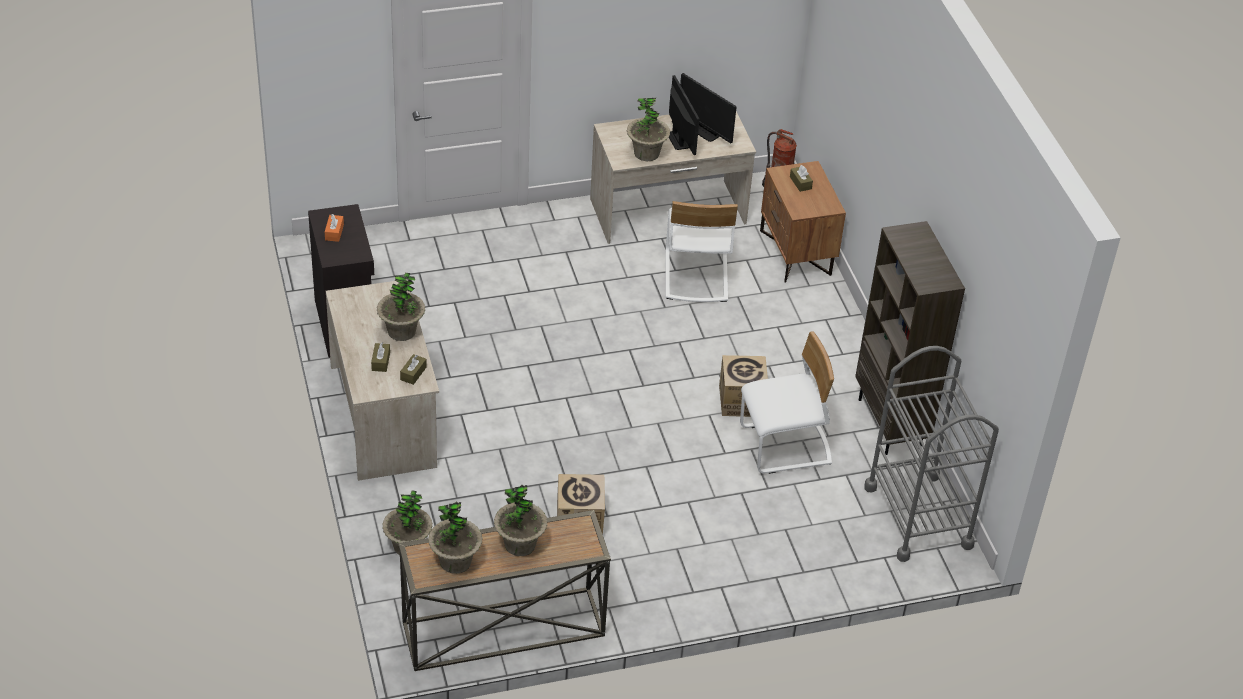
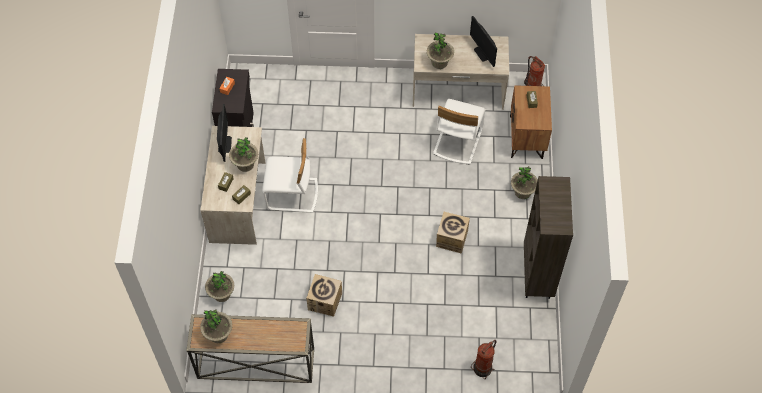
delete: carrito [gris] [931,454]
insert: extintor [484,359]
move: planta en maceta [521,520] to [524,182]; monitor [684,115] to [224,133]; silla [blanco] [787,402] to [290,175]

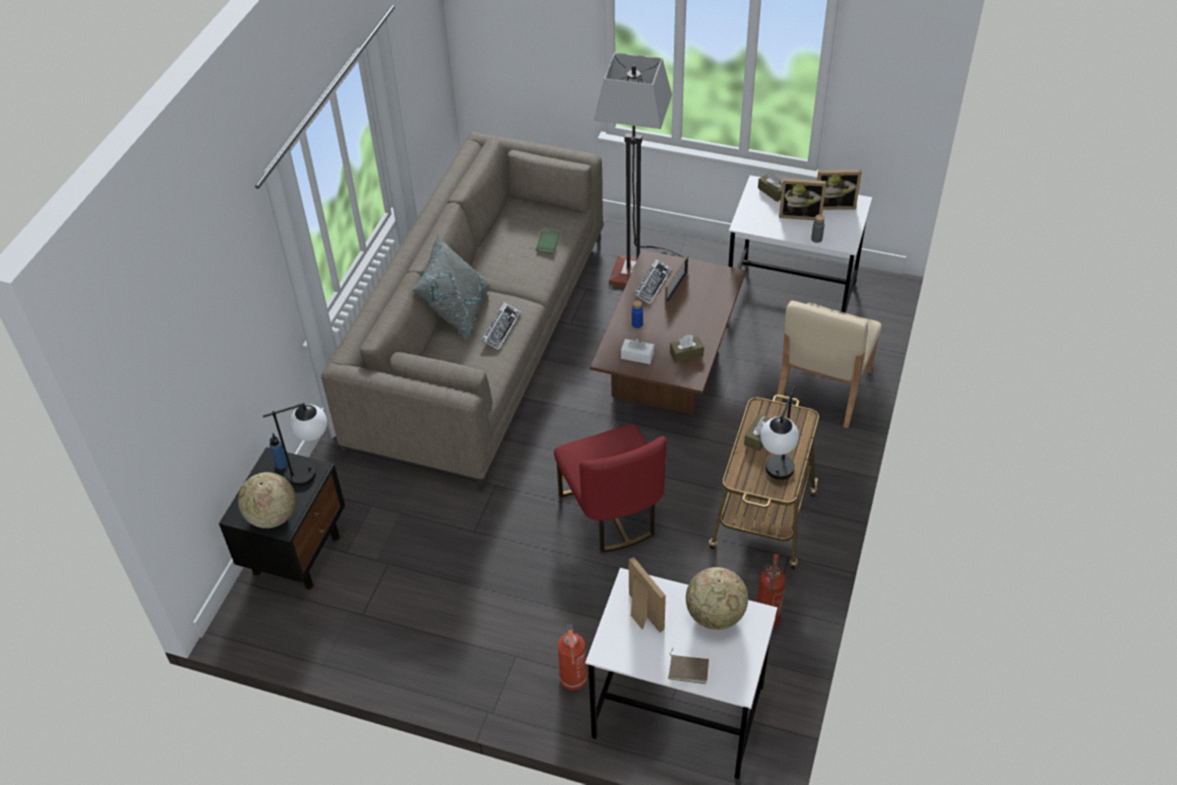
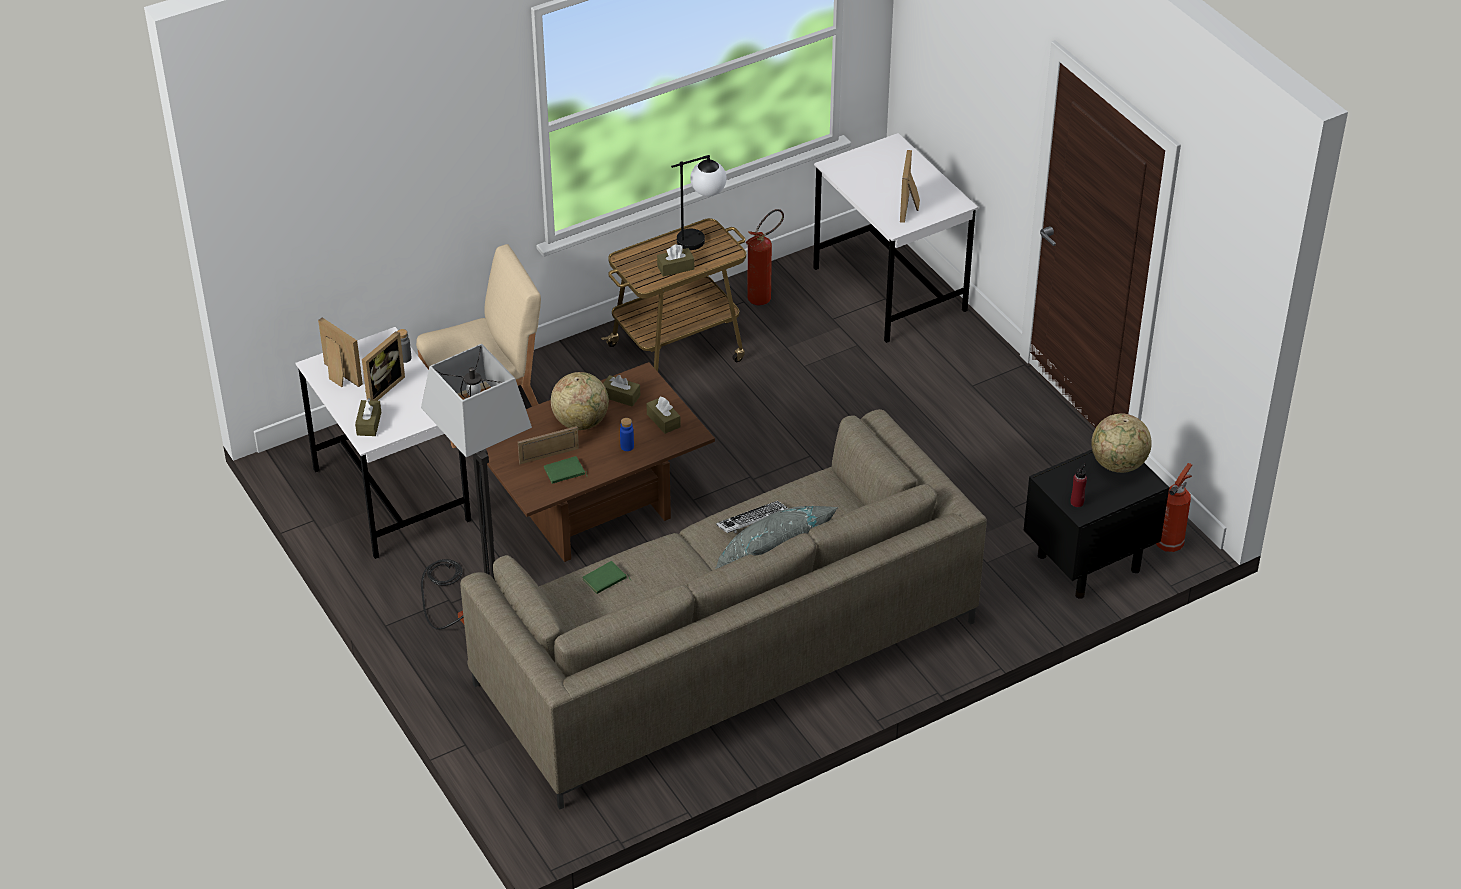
delete: lámpara de mesa [295,444]; silla [rojo] [610,488]; libro [marrón] [688,666]
move: extintor [573,657] to [1174,507]; globo terráqueo [717,598] to [580,401]
replace: teclado [652,282] to libro [verde] [565,470]
recolor: botella [azul] [279,451] to botella [rojo] [1079,485]; caja de pañuelos [blanco] [637,351] to caja de pañuelos [marrón] [663,415]
rotate: portarretratos [802,199] = [383,366] 75 degrees clockwise

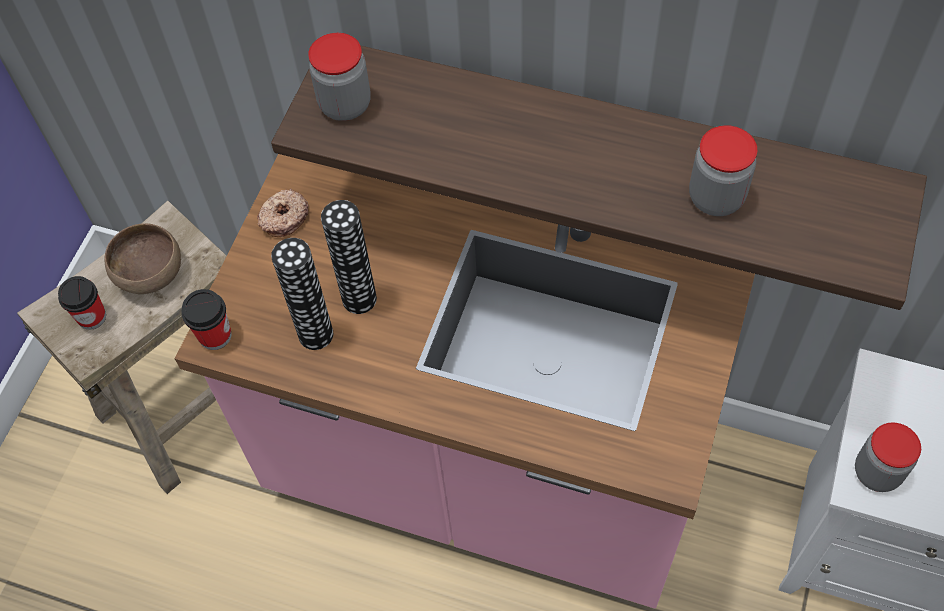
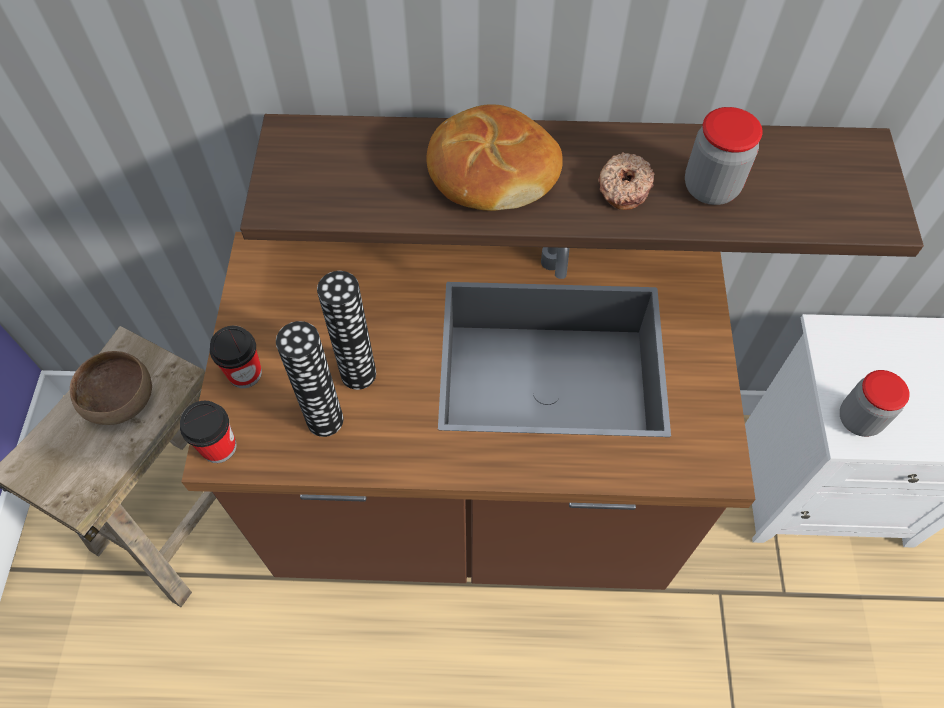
delete: tarro [339,77]
insert: pan [495,158]
move: taza [82,303] to [236,357]; rosquilla [283,212] to [626,181]
recolor: mueble bajo de cocina [rosa] [465,381] to mueble bajo de cocina [marrón] [468,411]

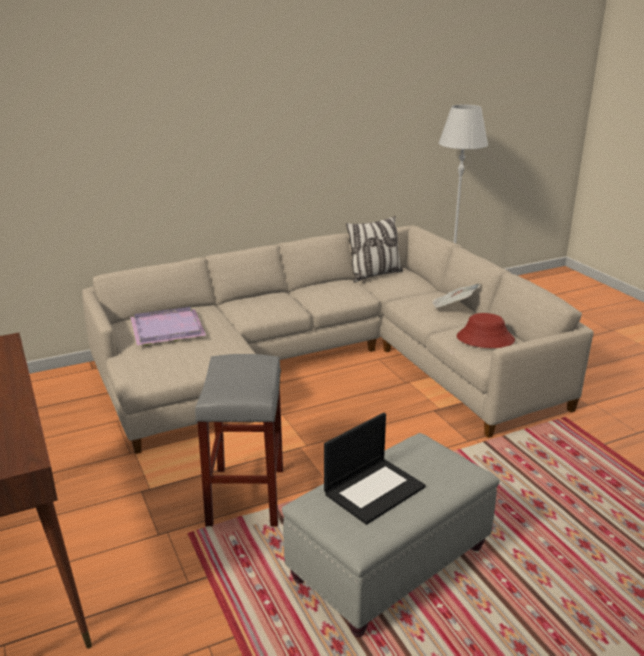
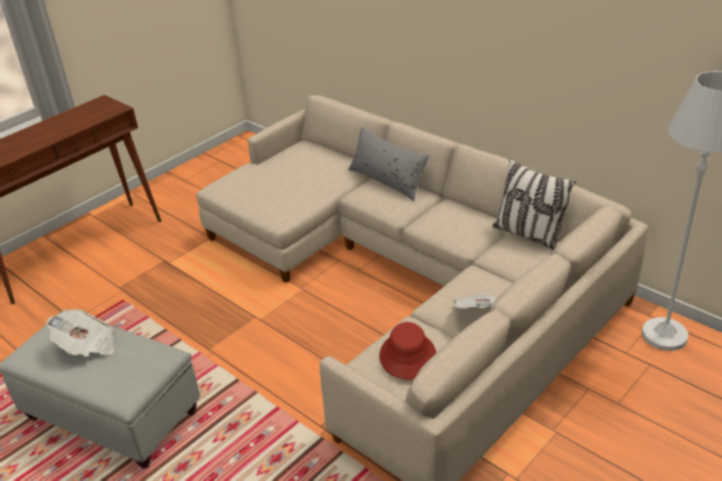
delete: bandeja [morado] [168,326]; taburete [gris] [239,440]
insert: cojín [gris] [388,164]
replace: portátil [375,468] to periódico [80,333]

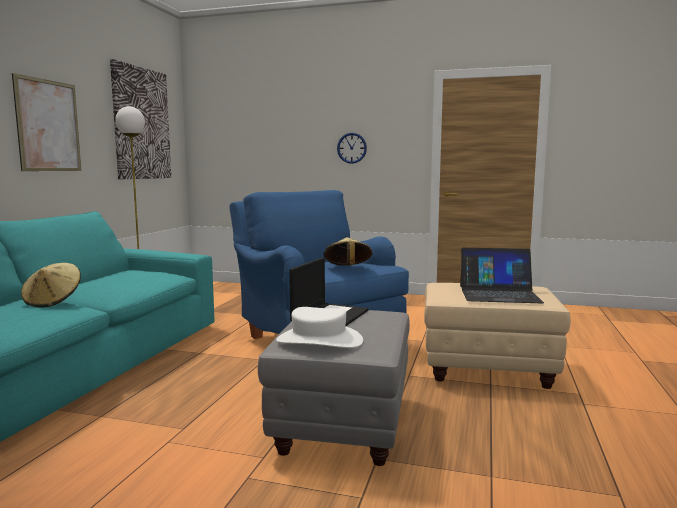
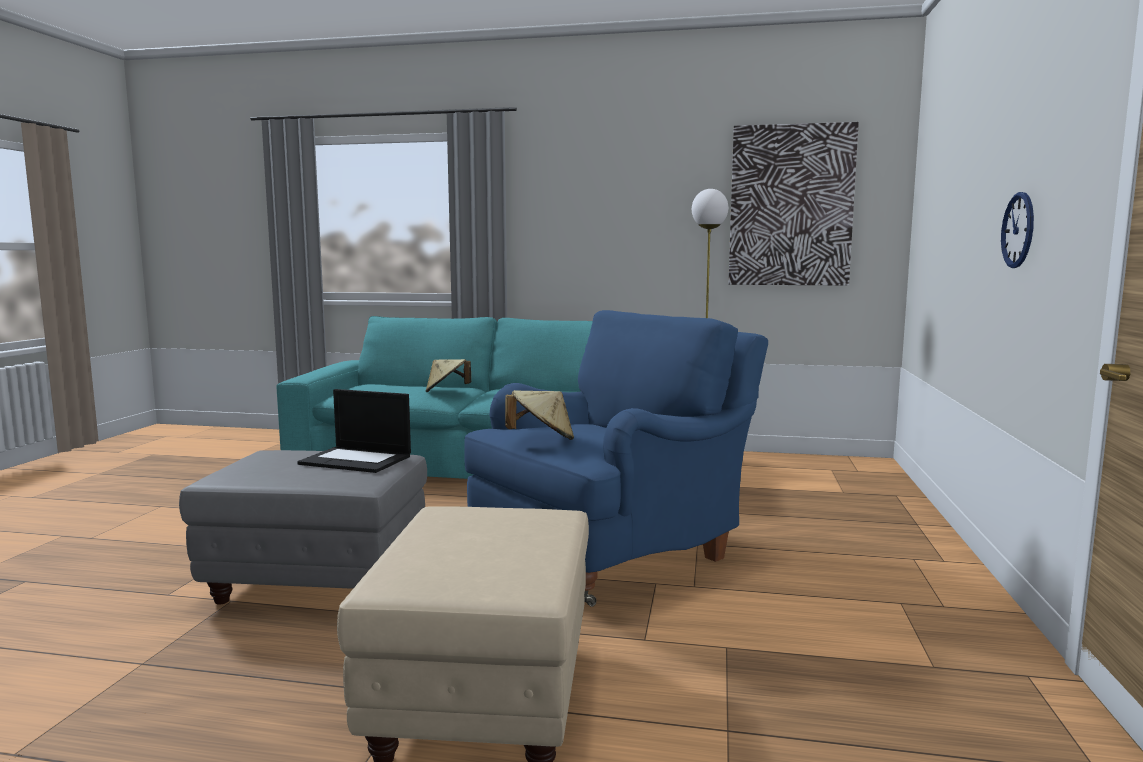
delete: cuadro [46,122]; sombrero [blanco] [319,327]; portátil [502,275]

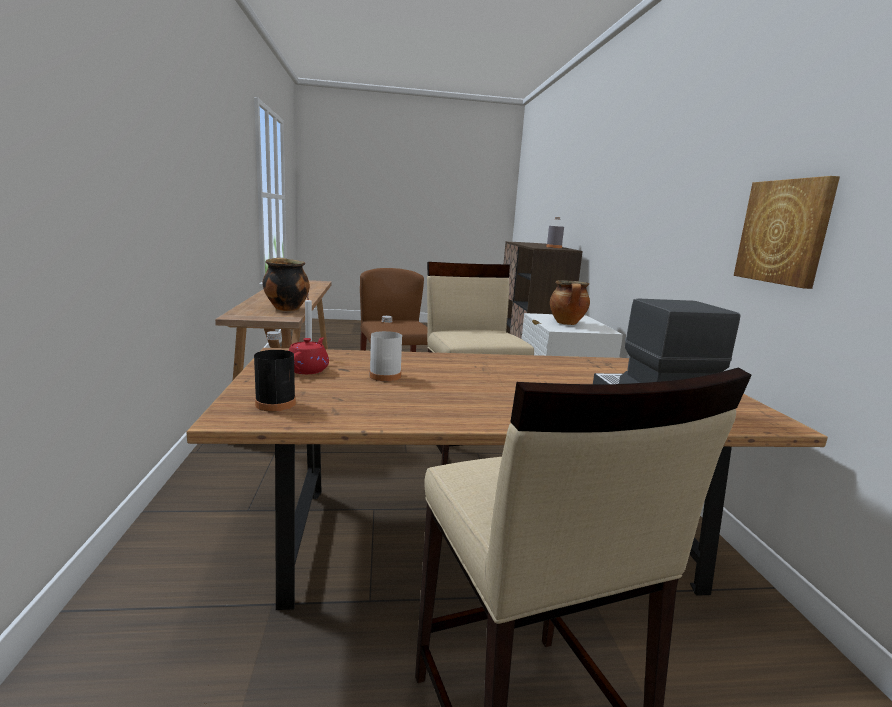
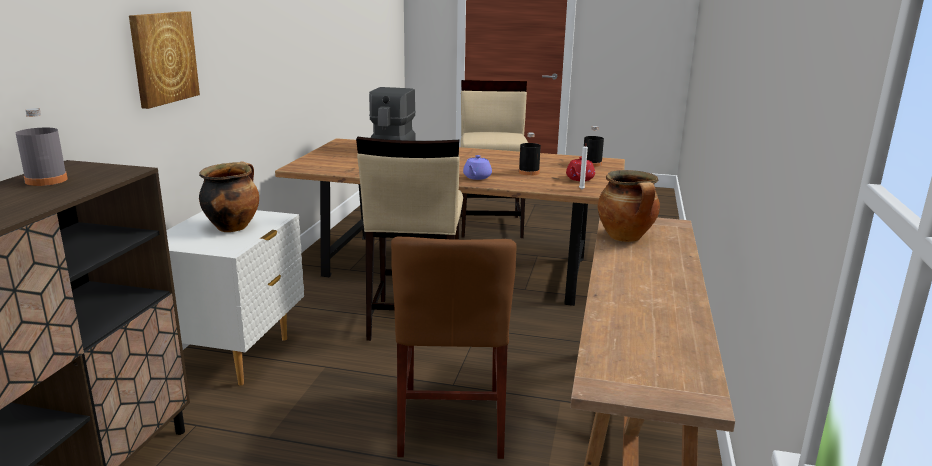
insert: tetera [morado] [477,167]
move: cuadro [787,232] to [164,60]
recolor: botella [blanco] [385,348] to botella [negro] [530,154]

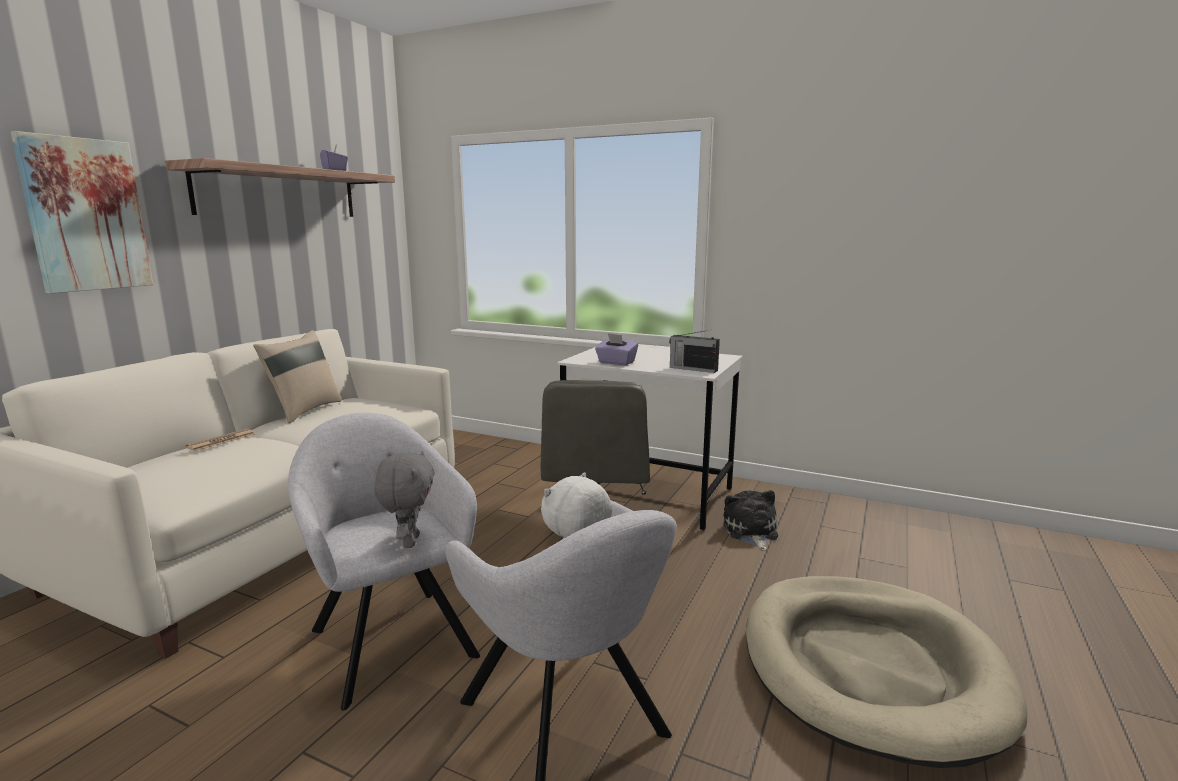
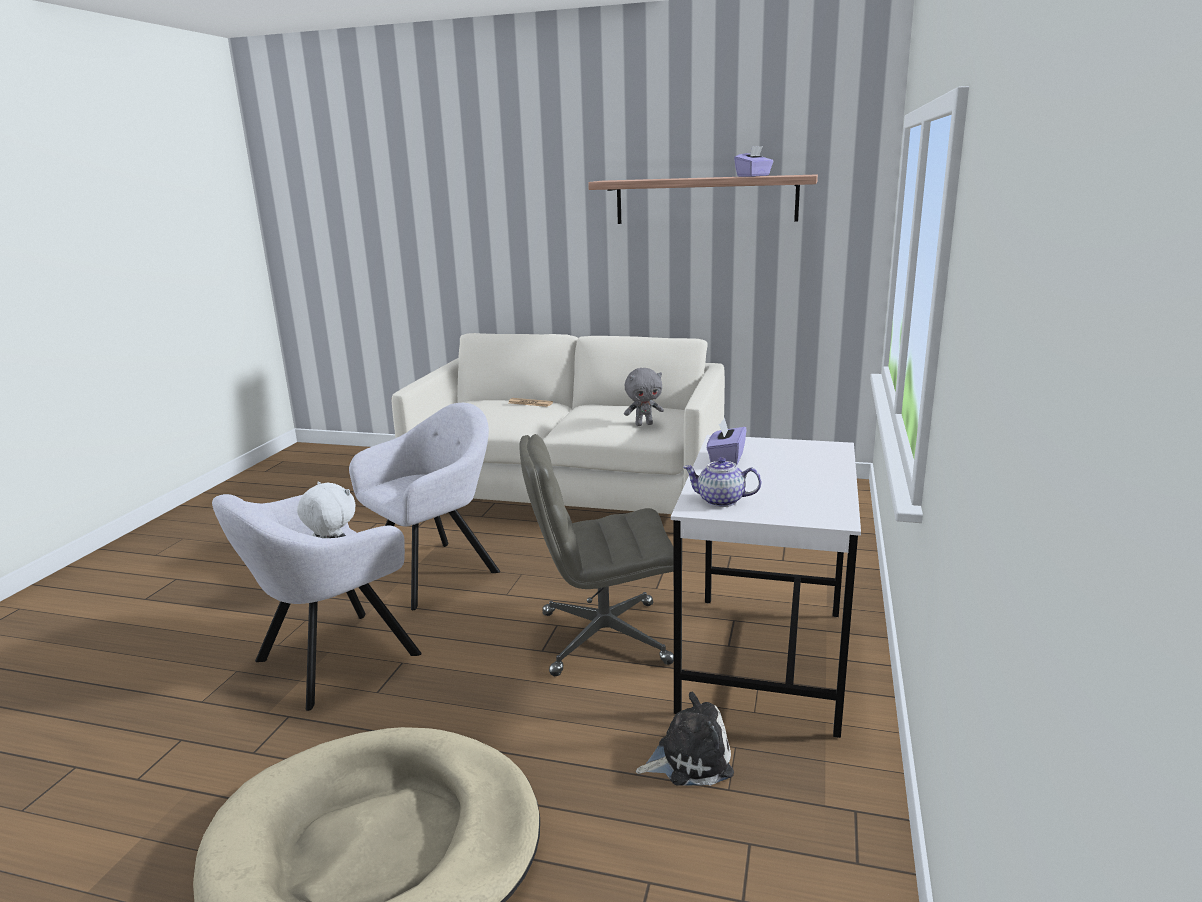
delete: cuadro [82,212]; cojín [beis] [297,377]
move: peluche [gris] [404,499] to [644,397]
replace: radio [694,351] to tetera [722,482]

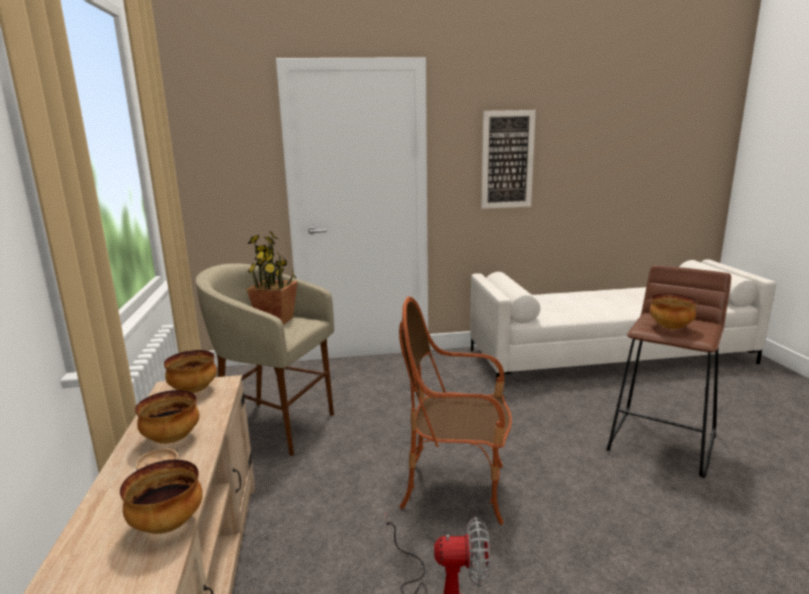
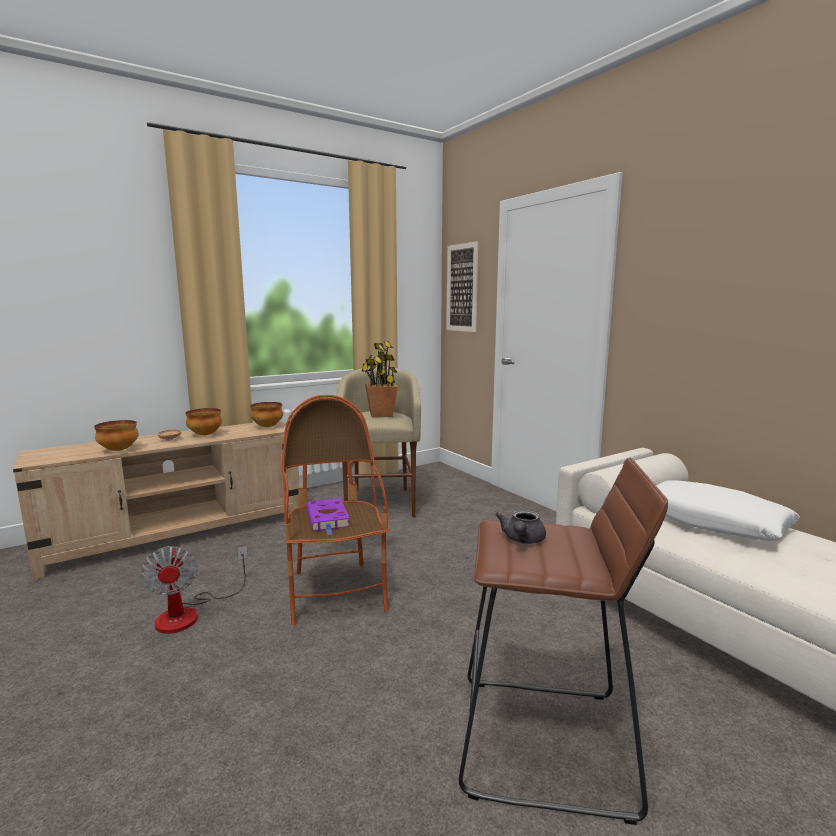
insert: libro [morado] [328,516]; cojín [blanco] [728,510]
move: cuadro [508,159] to [462,286]
replace: cuenco [673,311] to tetera [gris] [521,527]

